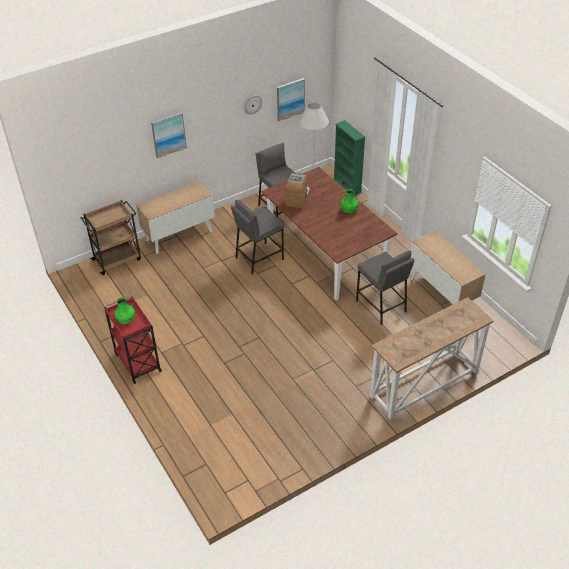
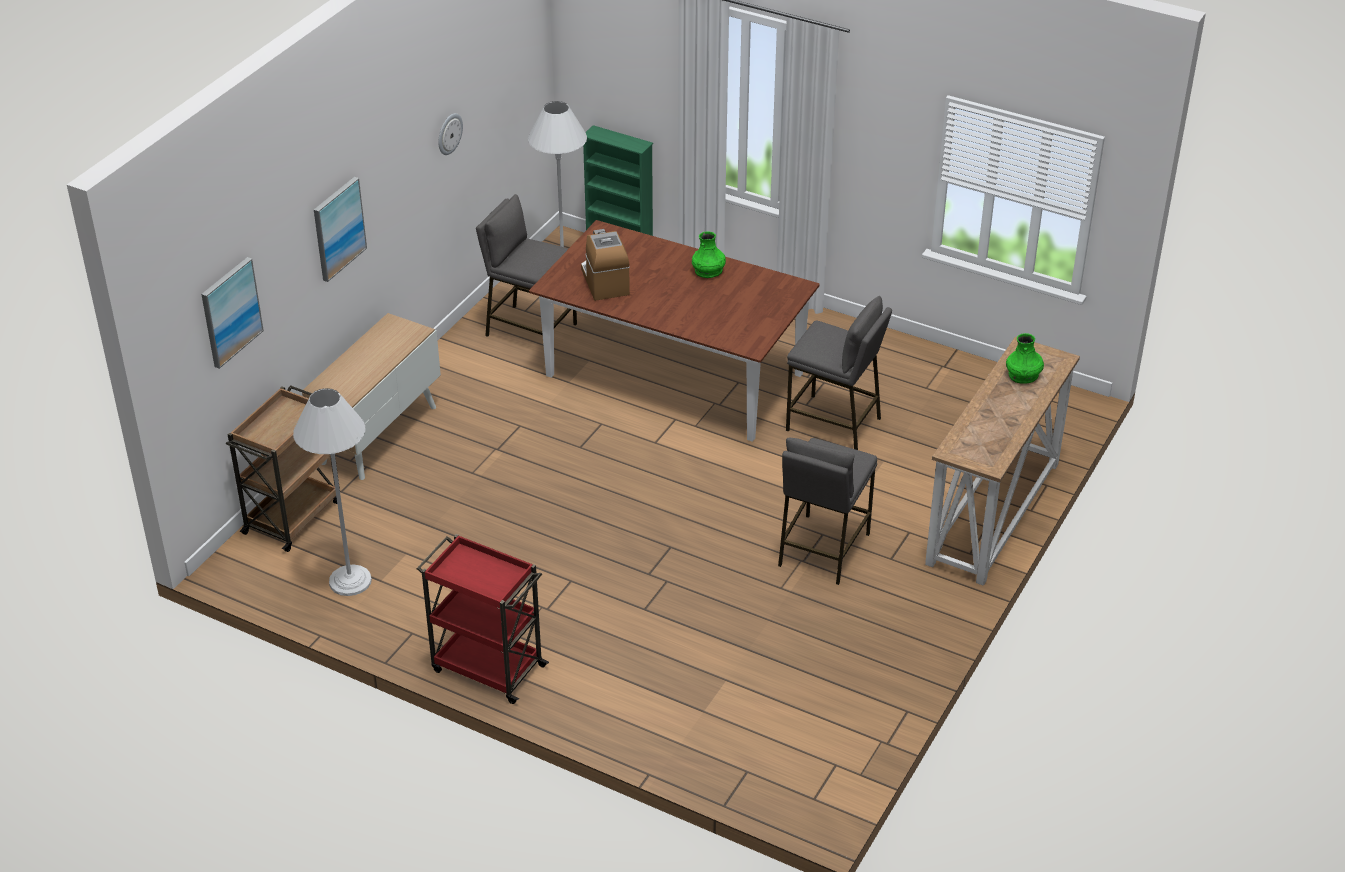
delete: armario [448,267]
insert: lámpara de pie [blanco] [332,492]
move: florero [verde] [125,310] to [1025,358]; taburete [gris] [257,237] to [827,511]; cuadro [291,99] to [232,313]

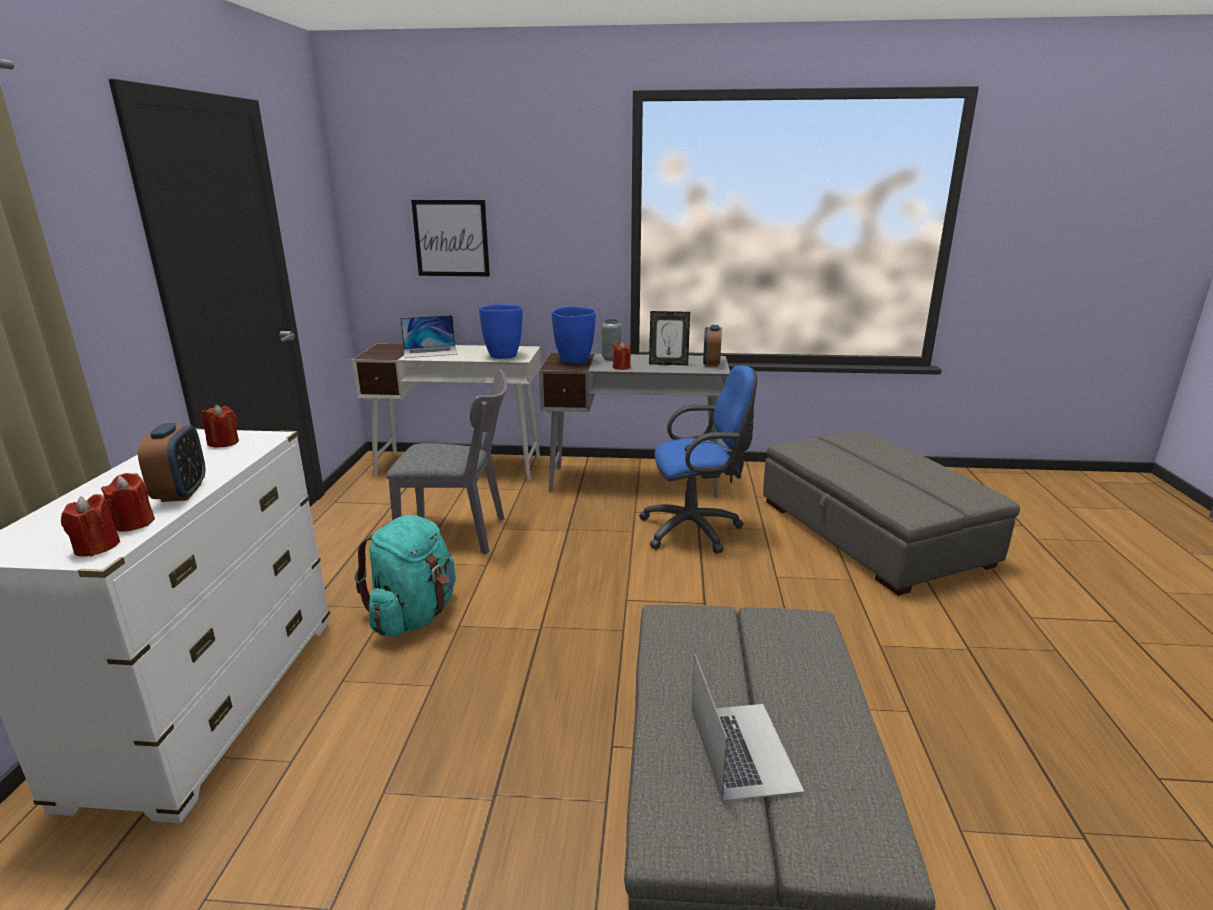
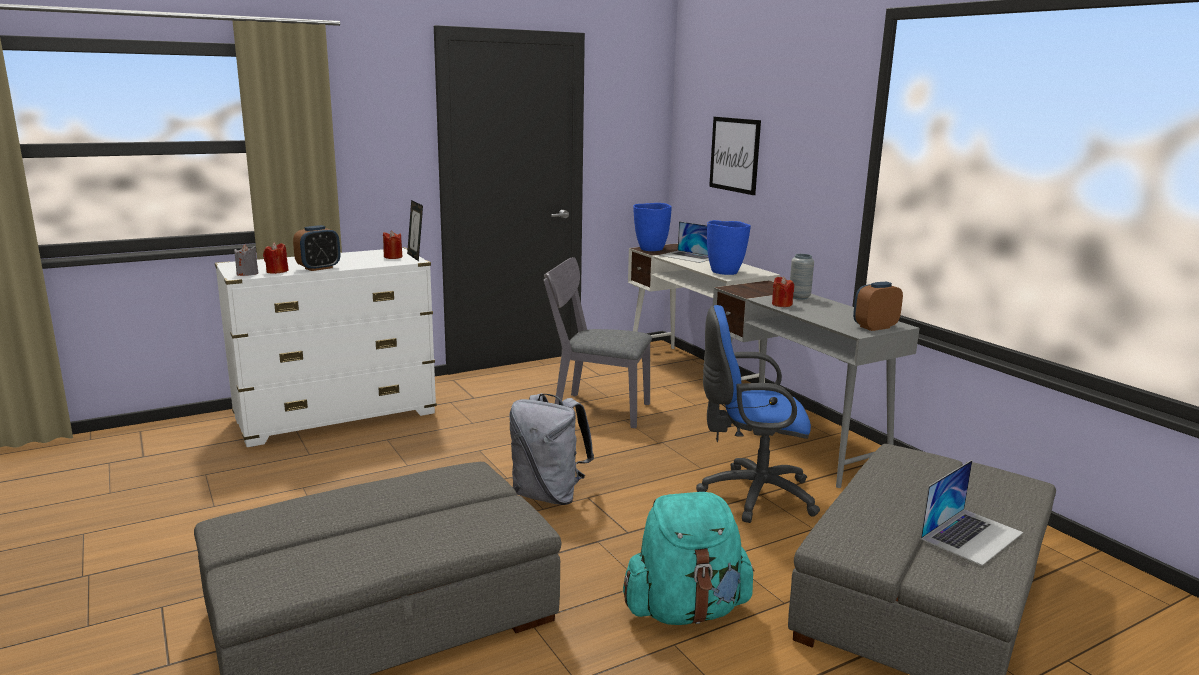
insert: mochila [gris] [551,449]
move: mochila [turquesa] [405,576] to [688,558]; florero [azul] [574,335] to [652,227]; portarretratos [669,338] to [415,230]; portátil [748,728] to [972,513]
recolor: vela [rojo] [90,525] to vela [gris] [246,260]
rotate: silla [gris] [446,462] = [598,342] 135 degrees clockwise; silla de oficina [azul] [698,459] = [758,414] 135 degrees clockwise

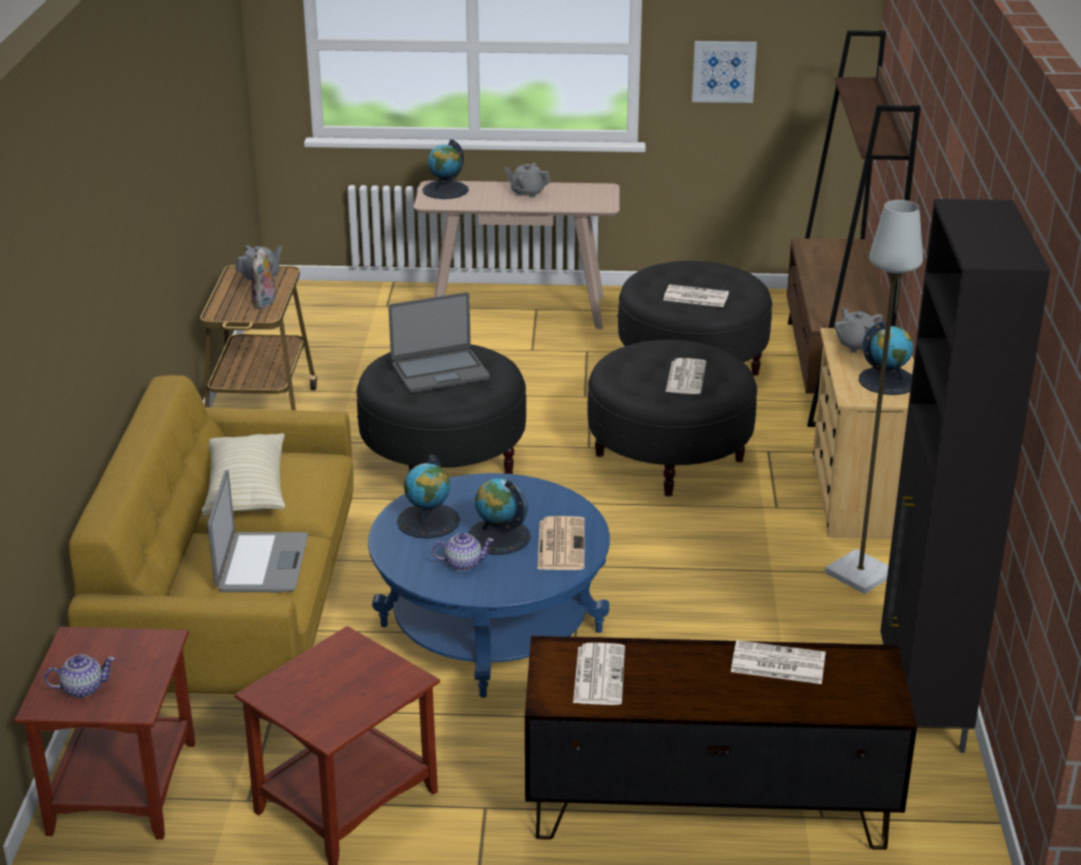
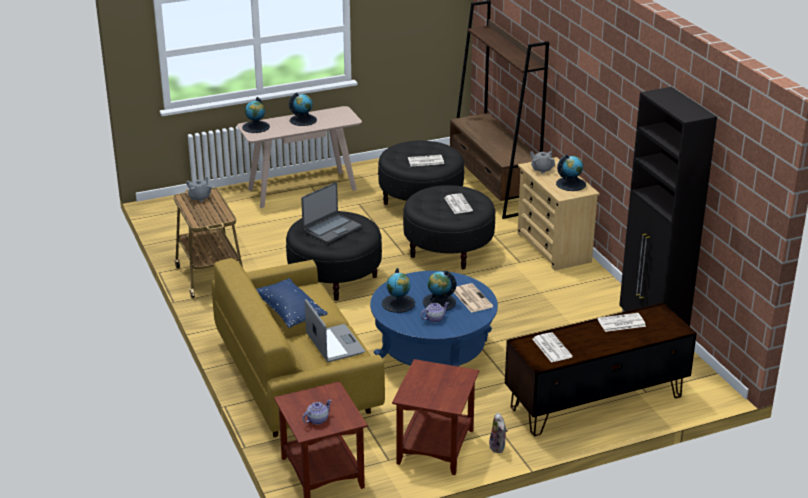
delete: cuadro [724,72]; lámpara de pie [gris] [874,397]
move: peluche [264,278] to [498,433]
replace: tetera [gris] [527,180] to globo terráqueo [303,109]
recolor: cojín [beis] [243,474] to cojín [azul] [292,303]

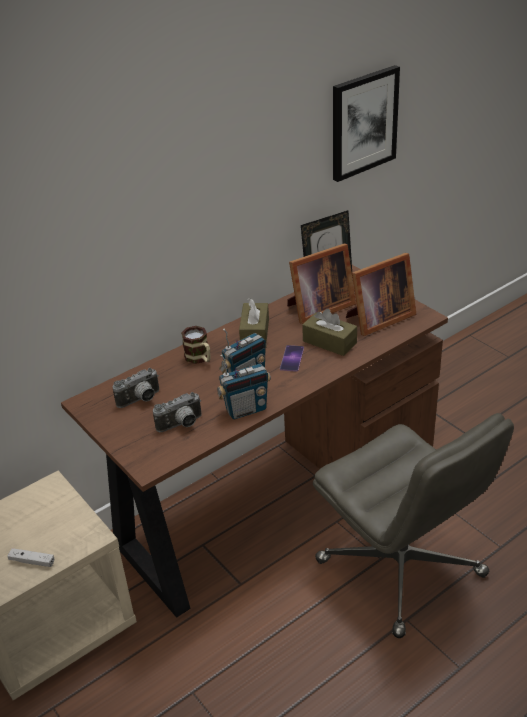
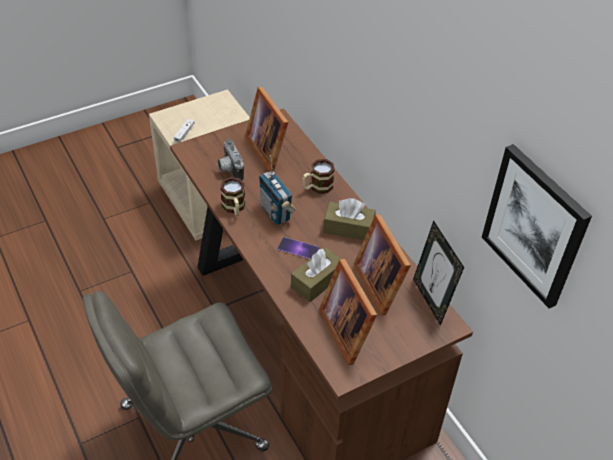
replace: cámara [136,388] to portarretratos [267,129]; radio [244,387] to taza grande [232,196]

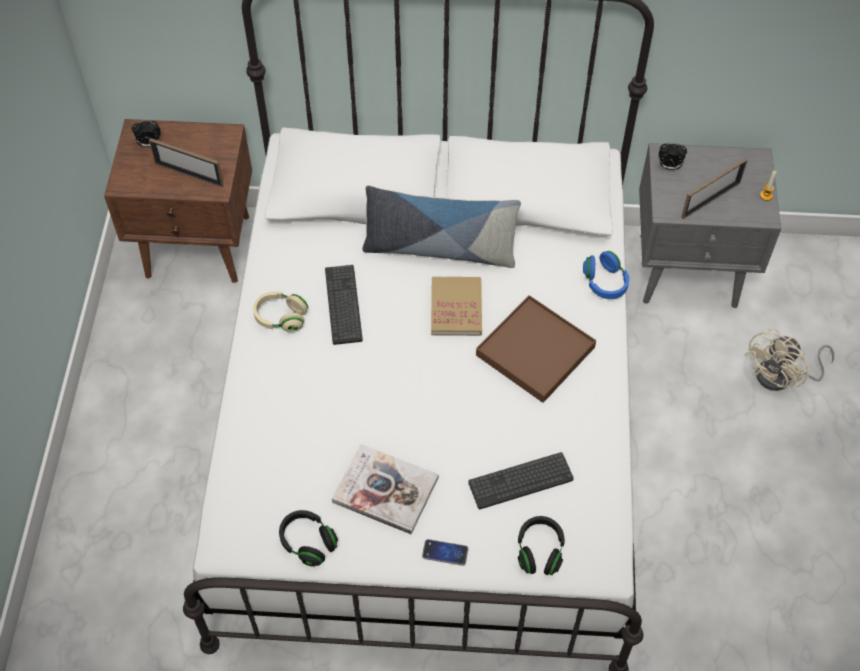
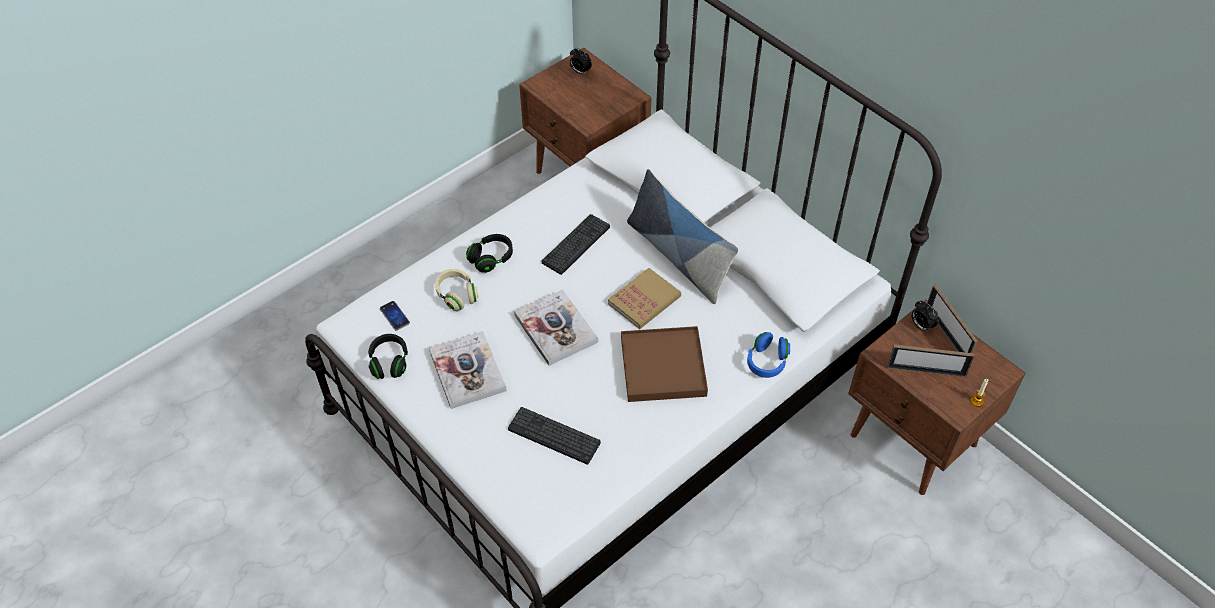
delete: ventilador [beis] [789,359]
insert: libro [556,327]
move: portarretratos [186,163] to [952,318]; auriculares [beis] [280,311] to [456,290]; móvil [445,552] to [395,316]; auriculares [negro] [541,545] to [489,253]
recolor: mesita de noche [gris] [710,225] to mesita de noche [marrón] [937,397]

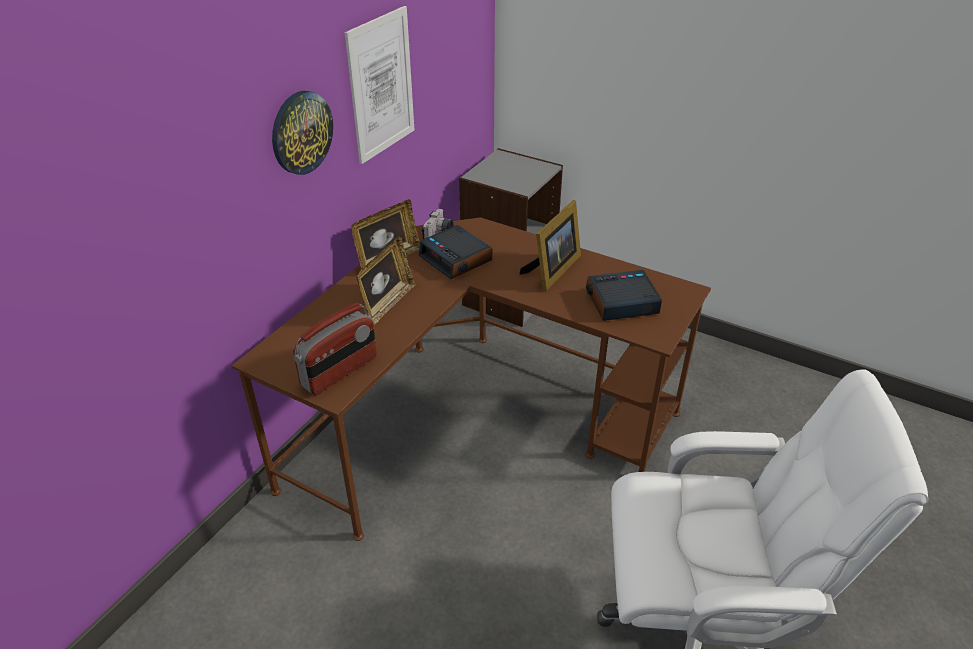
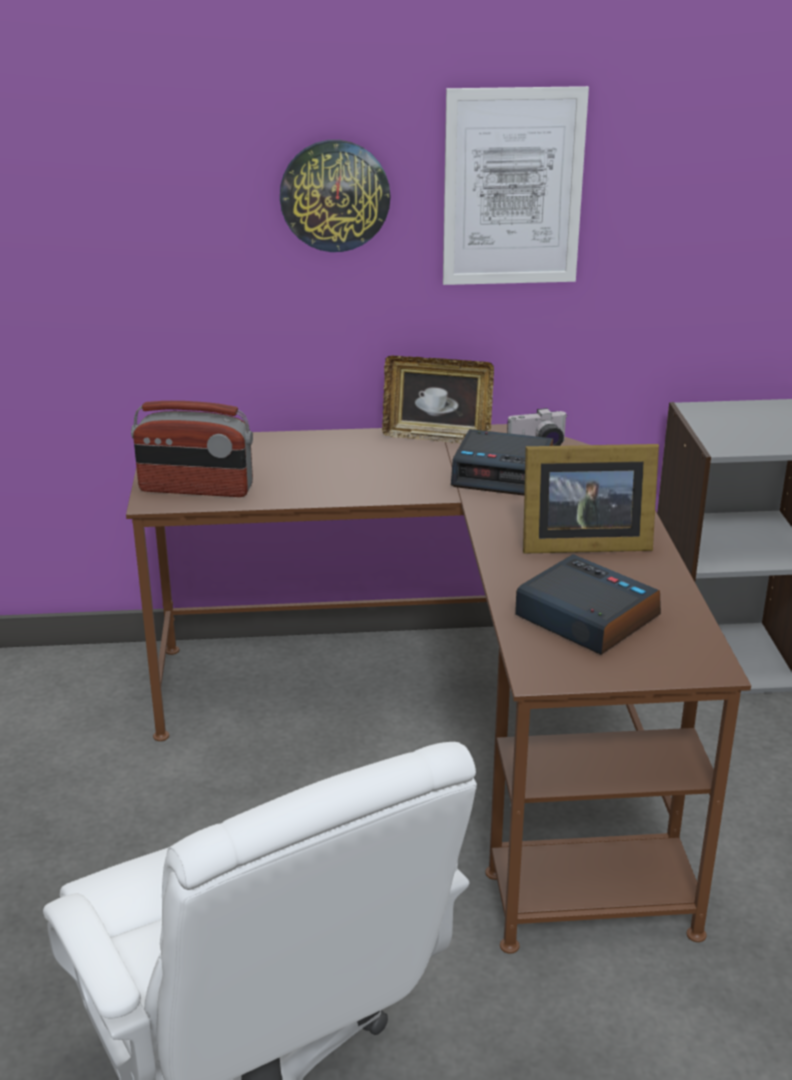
delete: portarretratos [386,280]
rotate: despertador [455,252] = [502,462] 90 degrees counterclockwise

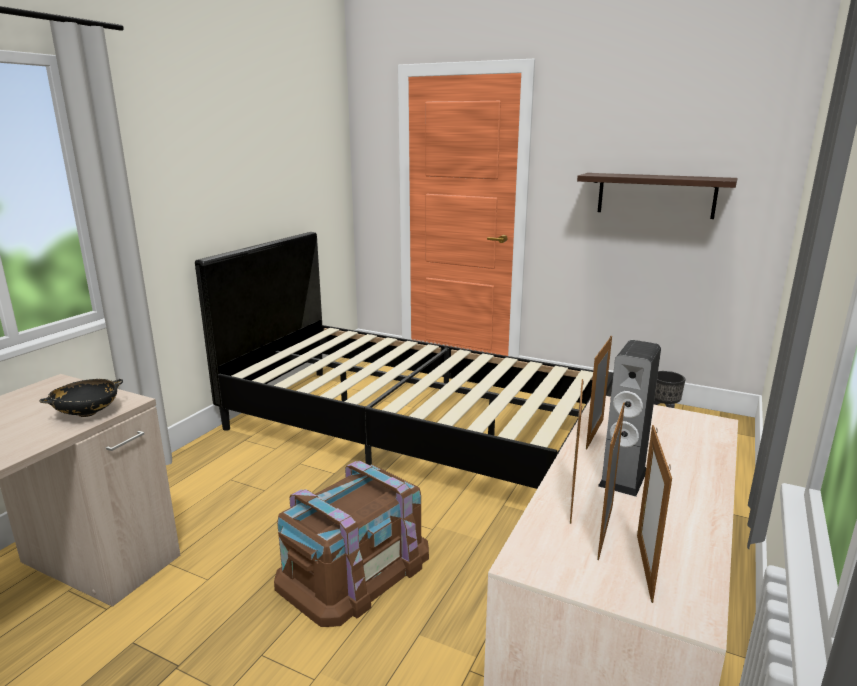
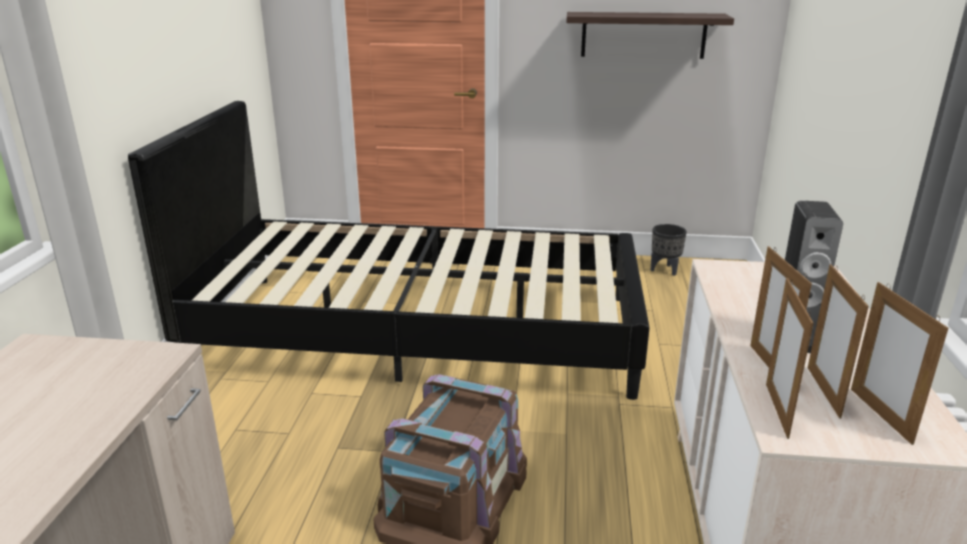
delete: cuenco [negro] [81,398]
move: portarretratos [599,392] to [789,358]

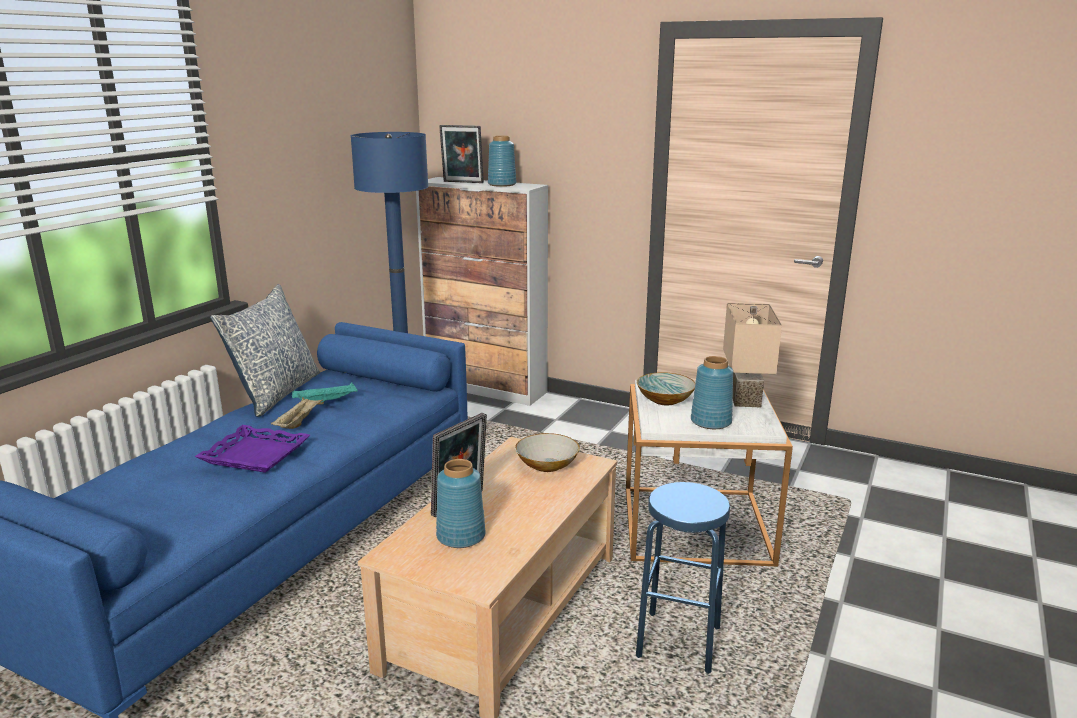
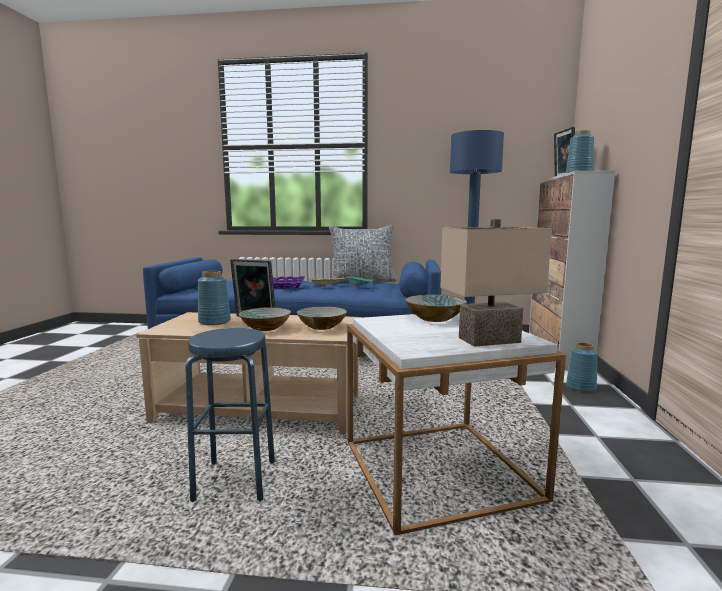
insert: cuenco [265,319]
move: florero [azul] [712,392] to [582,367]

